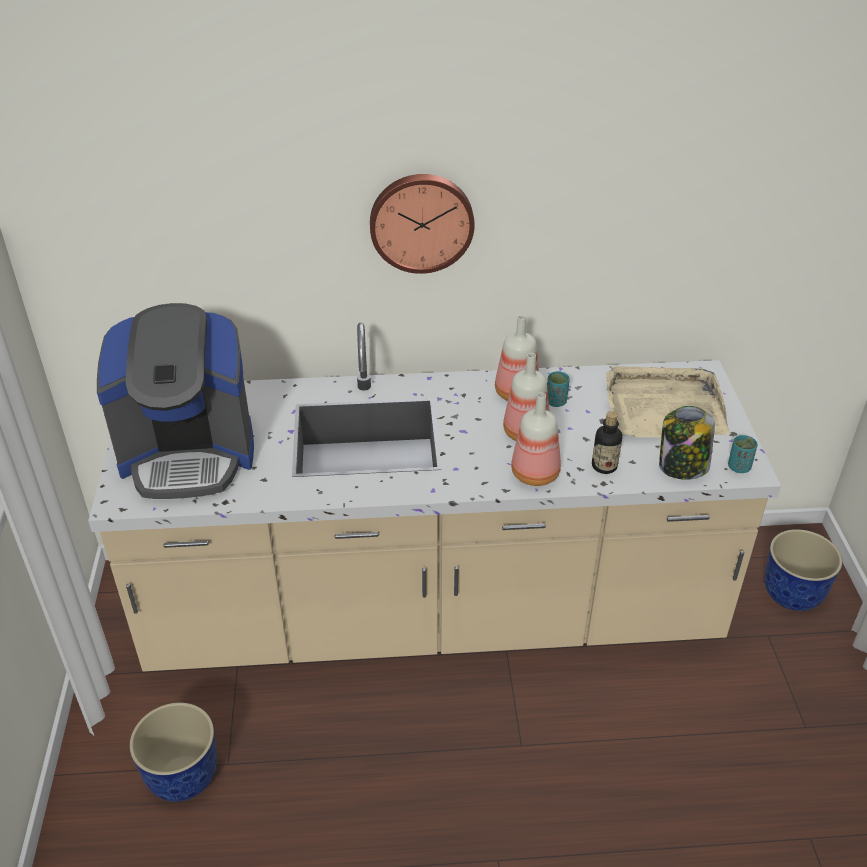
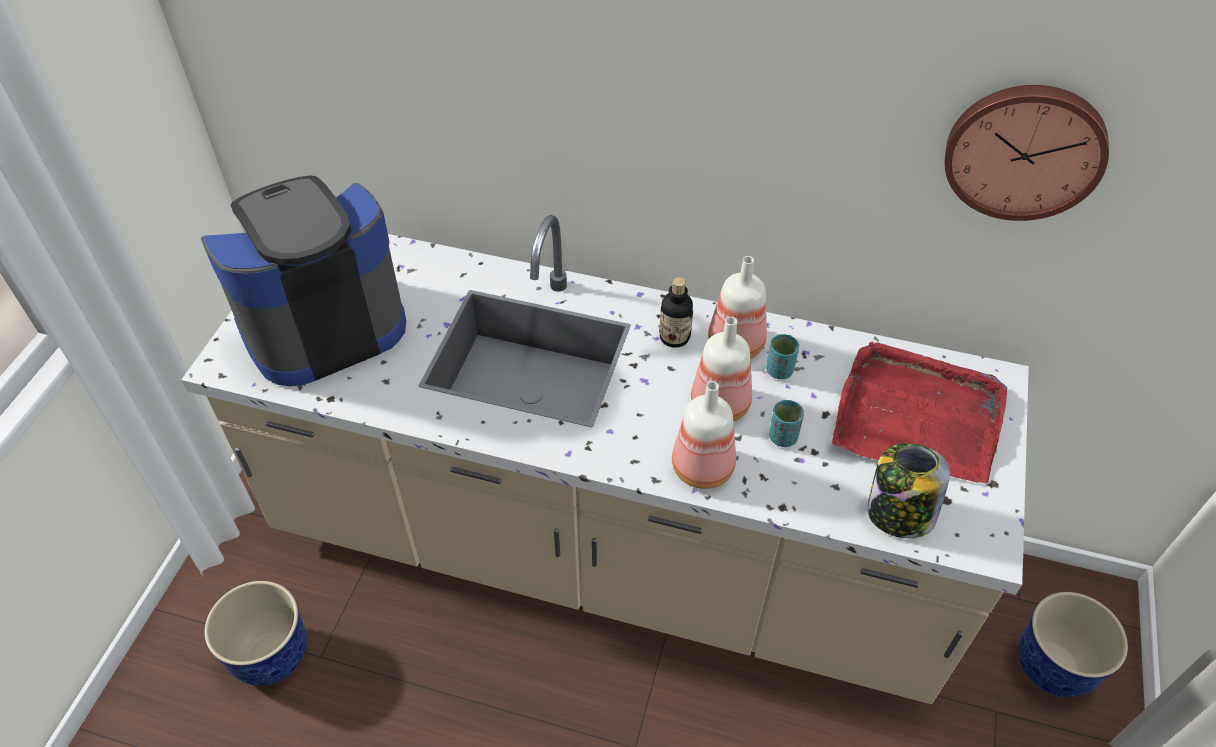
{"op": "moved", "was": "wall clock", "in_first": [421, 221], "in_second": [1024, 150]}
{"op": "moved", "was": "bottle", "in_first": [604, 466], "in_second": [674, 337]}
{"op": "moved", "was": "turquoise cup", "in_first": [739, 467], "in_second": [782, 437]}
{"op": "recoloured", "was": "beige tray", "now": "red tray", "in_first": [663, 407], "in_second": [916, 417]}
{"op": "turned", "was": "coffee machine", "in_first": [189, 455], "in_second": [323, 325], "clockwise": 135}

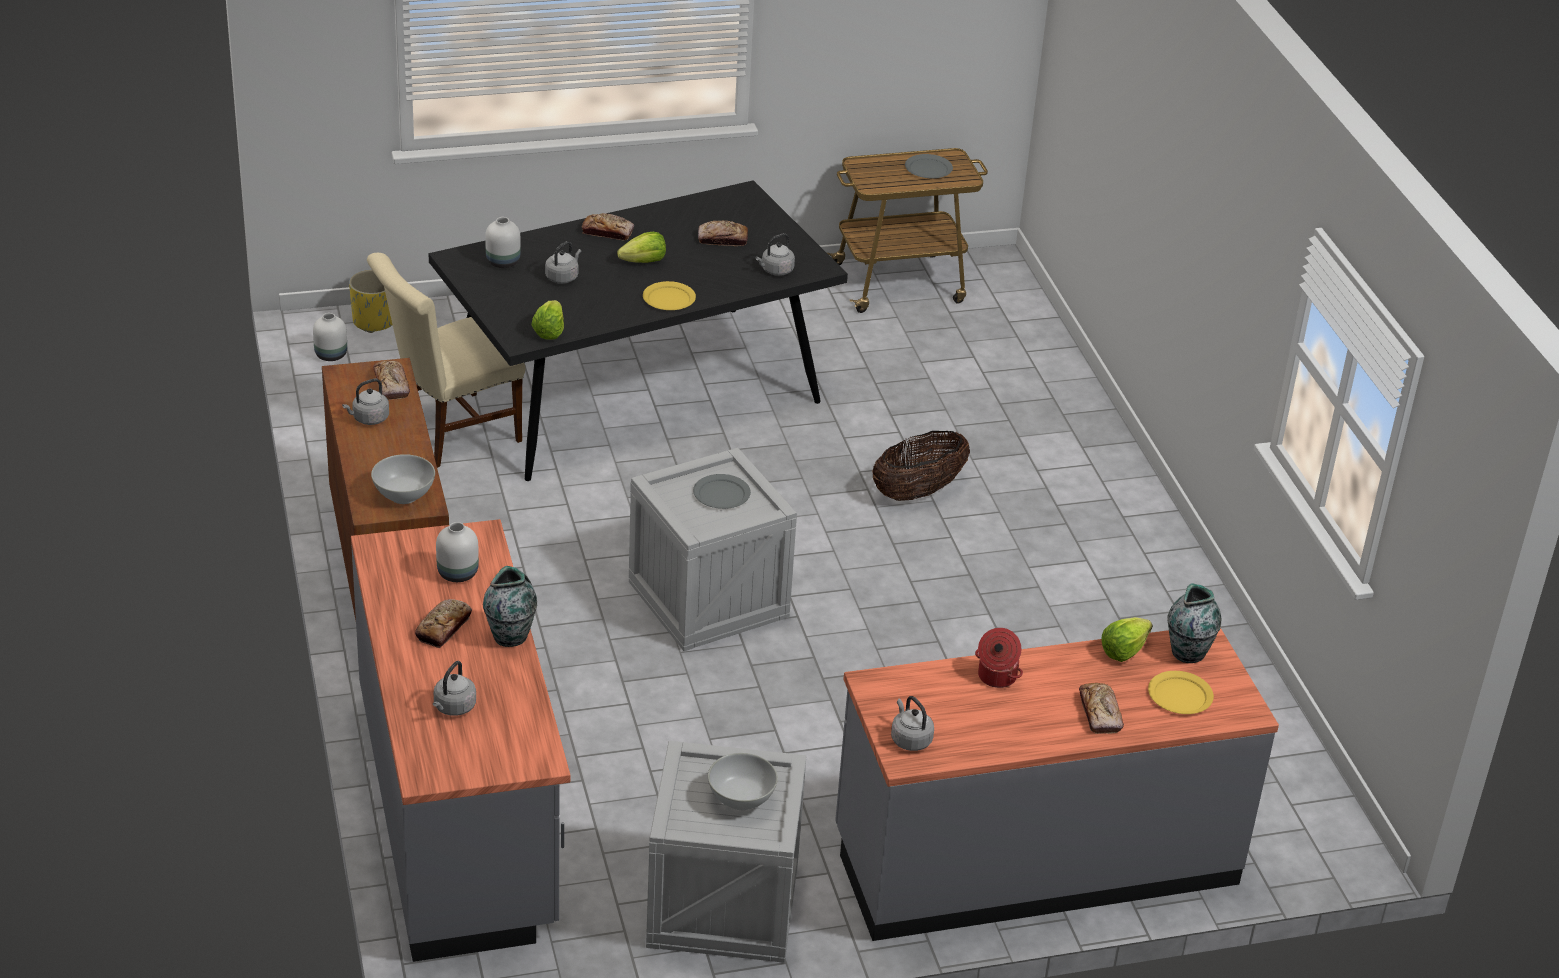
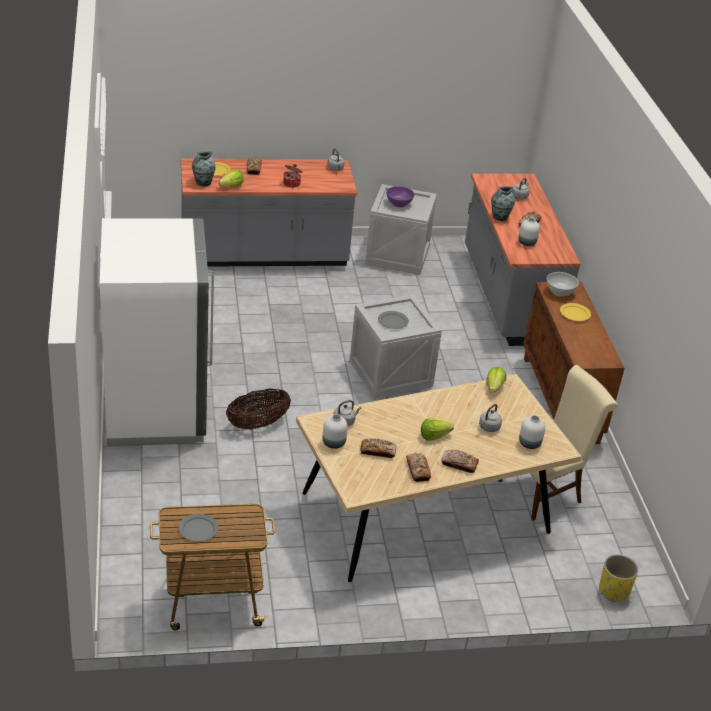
{"op": "removed", "was": "grey kettle", "in_first": [369, 419]}
{"op": "added", "now": "white fridge", "in_second": [156, 409]}
{"op": "moved", "was": "white vase", "in_first": [331, 354], "in_second": [333, 443]}
{"op": "moved", "was": "bread", "in_first": [391, 385], "in_second": [417, 470]}
{"op": "moved", "was": "yellow plate", "in_first": [669, 299], "in_second": [574, 313]}
{"op": "recoloured", "was": "black dining table", "now": "beige dining table", "in_first": [634, 392], "in_second": [426, 512]}
{"op": "recoloured", "was": "white bowl", "now": "purple bowl", "in_first": [740, 799], "in_second": [399, 204]}

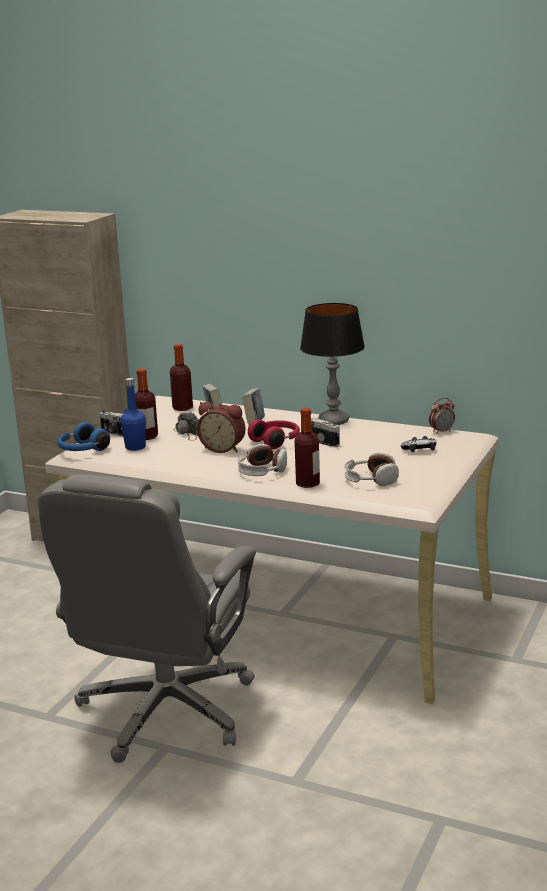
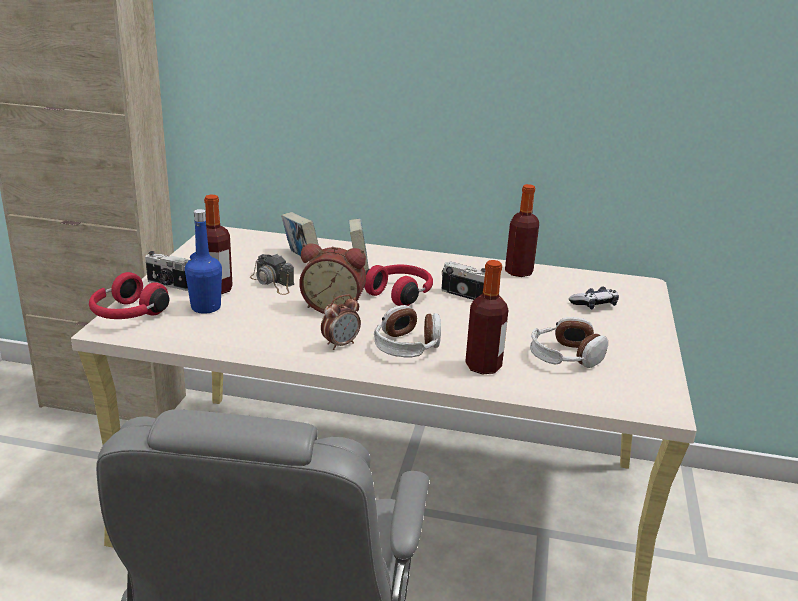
{"op": "removed", "was": "table lamp", "in_first": [334, 421]}
{"op": "moved", "was": "bottle", "in_first": [182, 408], "in_second": [518, 272]}
{"op": "moved", "was": "alarm clock", "in_first": [441, 431], "in_second": [340, 344]}
{"op": "recoloured", "was": "blue headphones", "now": "red headphones", "in_first": [82, 450], "in_second": [127, 314]}

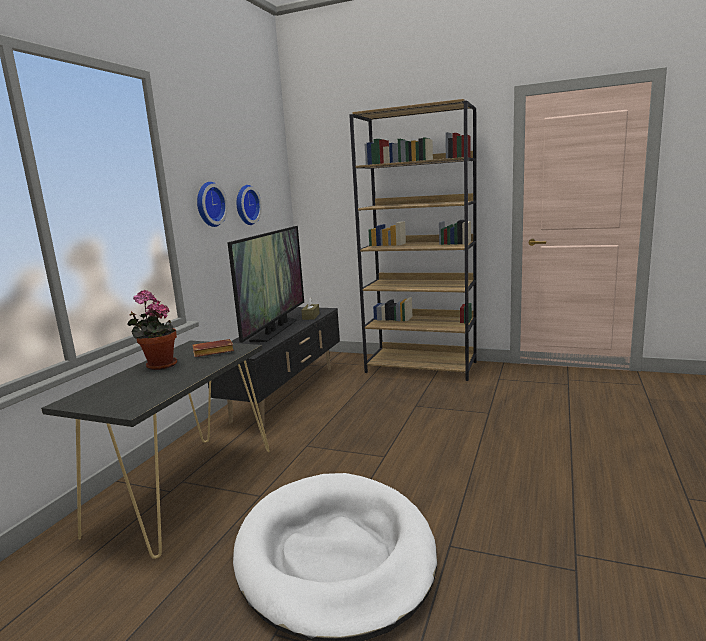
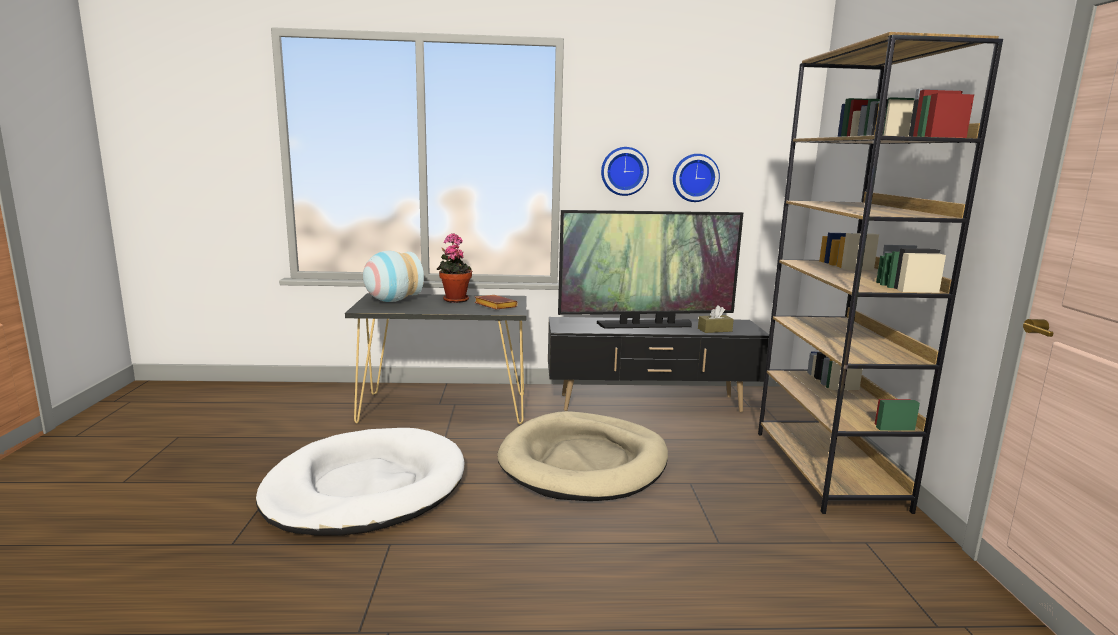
{"op": "added", "now": "vase", "in_second": [391, 301]}
{"op": "added", "now": "beige dog bed", "in_second": [584, 462]}

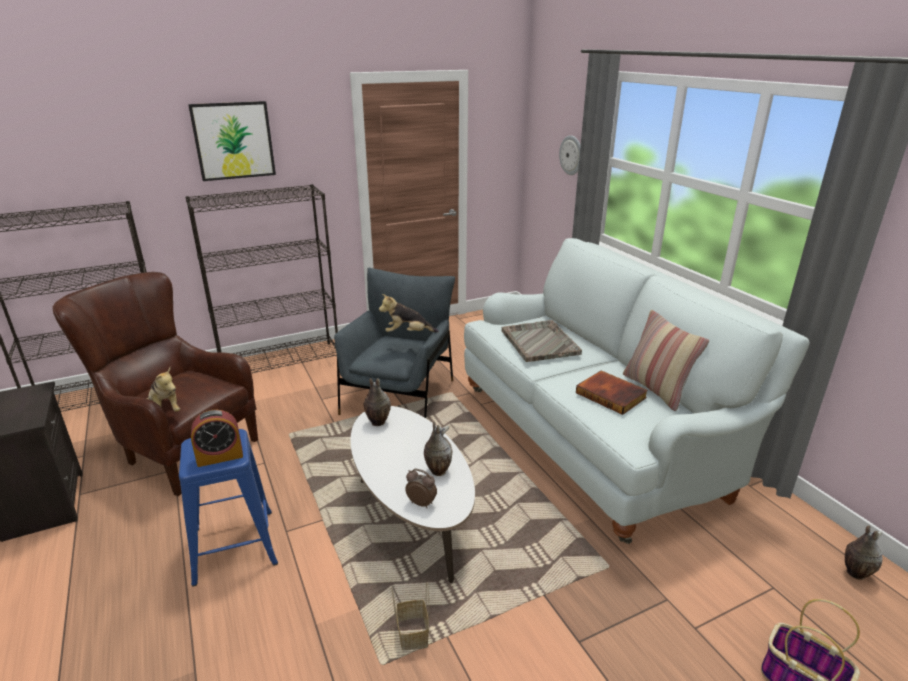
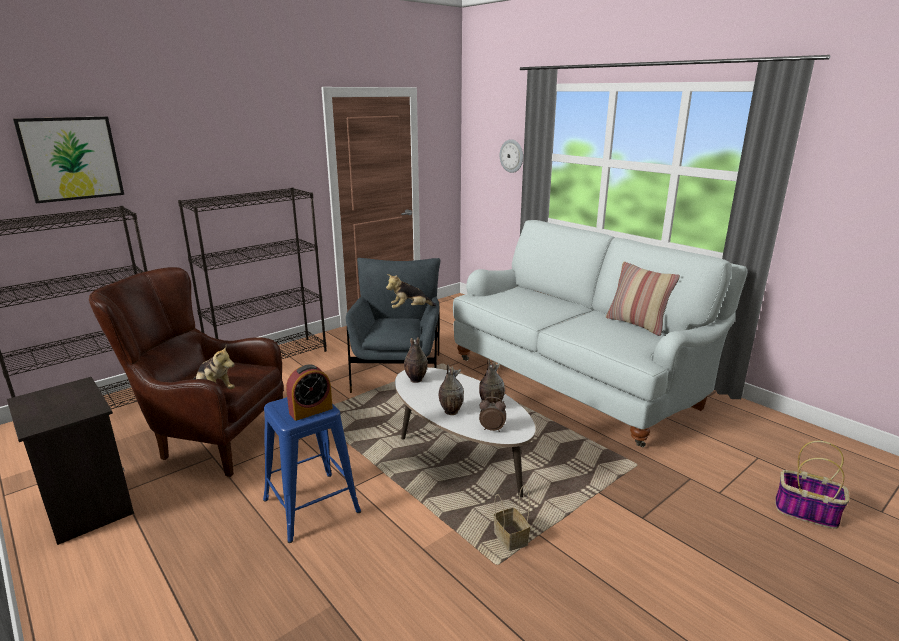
{"op": "removed", "was": "grey tray", "in_first": [539, 342]}
{"op": "removed", "was": "book", "in_first": [612, 395]}
{"op": "moved", "was": "picture", "in_first": [233, 140], "in_second": [71, 158]}
{"op": "moved", "was": "vase", "in_first": [854, 573], "in_second": [450, 411]}

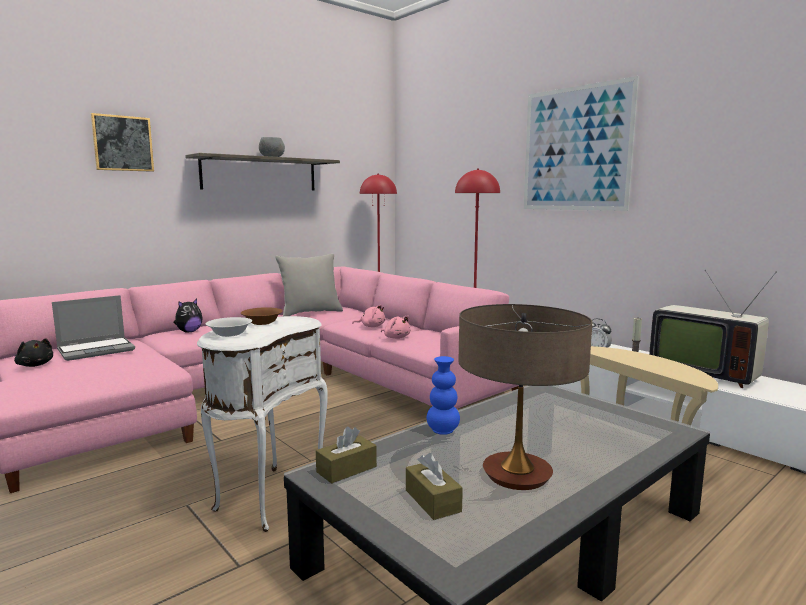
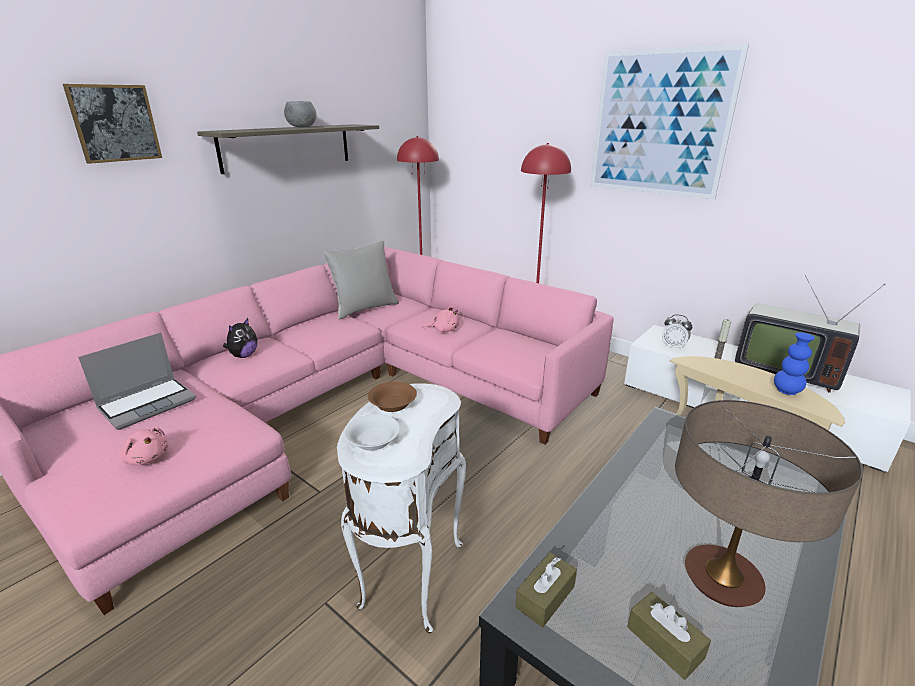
{"op": "removed", "was": "black plush toy", "in_first": [35, 365]}
{"op": "moved", "was": "pink plush toy", "in_first": [396, 337], "in_second": [147, 457]}
{"op": "moved", "was": "blue vase", "in_first": [443, 431], "in_second": [786, 391]}

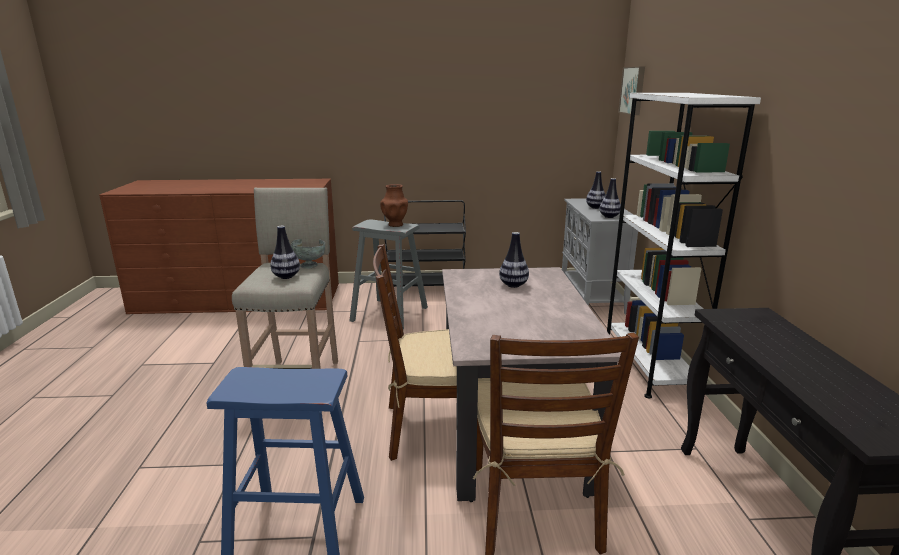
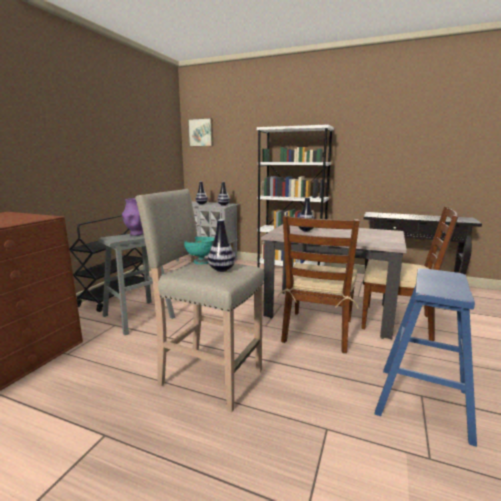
{"op": "recoloured", "was": "grey bowl", "now": "turquoise bowl", "in_first": [309, 265], "in_second": [201, 261]}
{"op": "recoloured", "was": "brown vase", "now": "purple vase", "in_first": [395, 225], "in_second": [136, 234]}

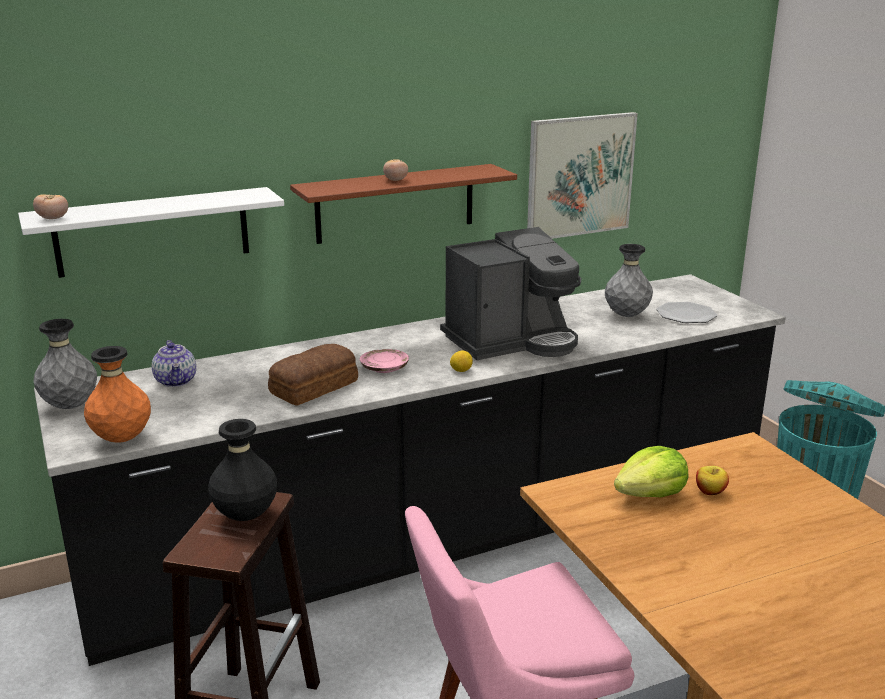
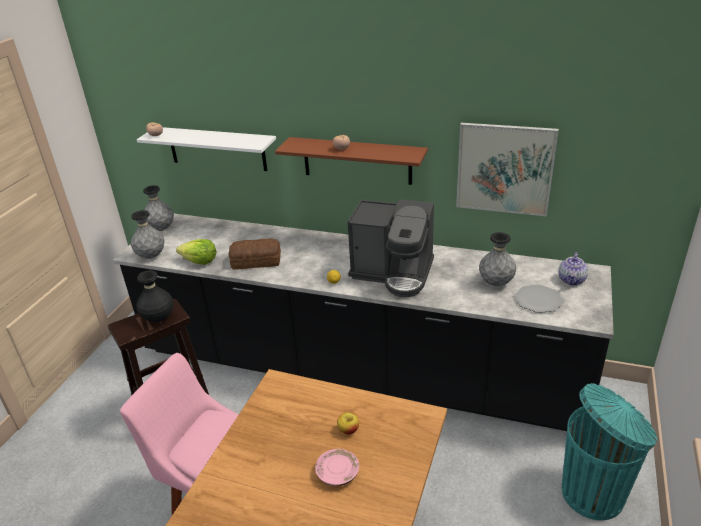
{"op": "moved", "was": "teapot", "in_first": [176, 381], "in_second": [572, 280]}
{"op": "moved", "was": "pink plate", "in_first": [384, 368], "in_second": [337, 472]}
{"op": "moved", "was": "lettuce", "in_first": [650, 494], "in_second": [199, 261]}
{"op": "recoloured", "was": "orange vase", "now": "grey vase", "in_first": [122, 439], "in_second": [151, 256]}

